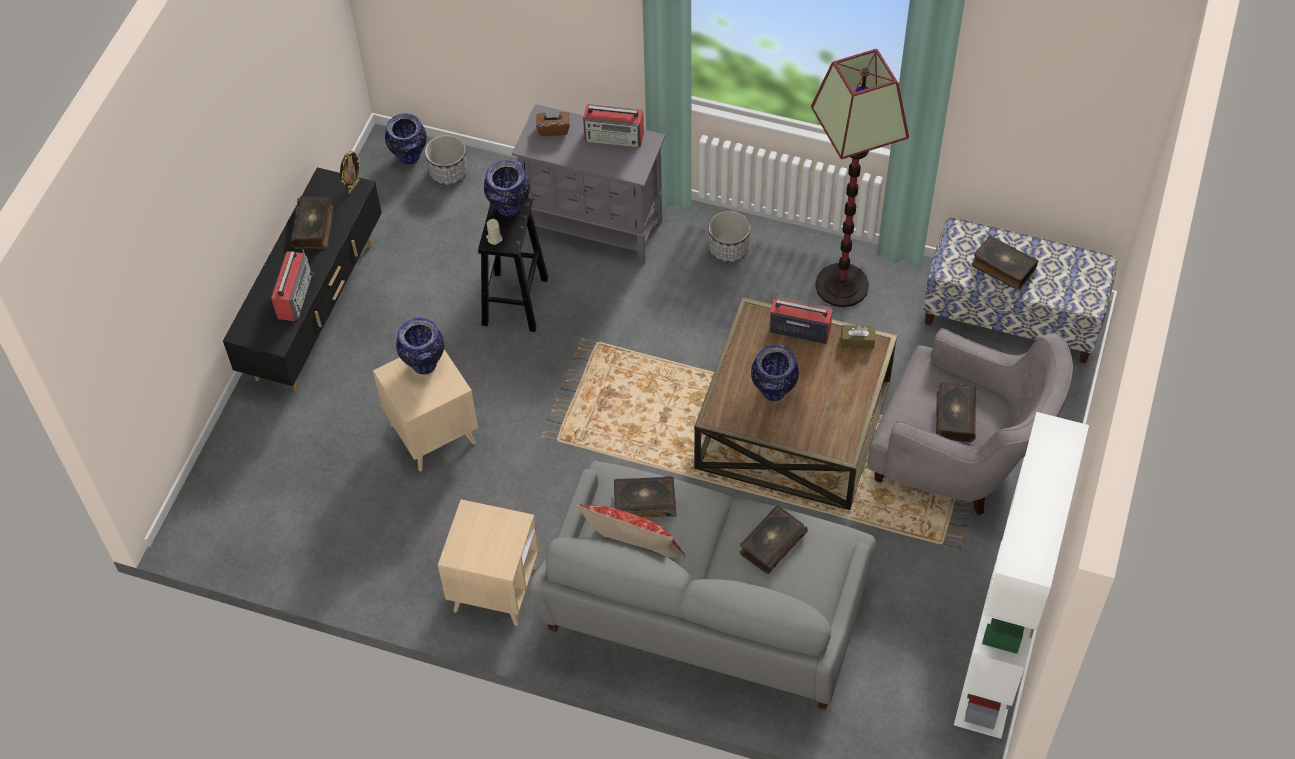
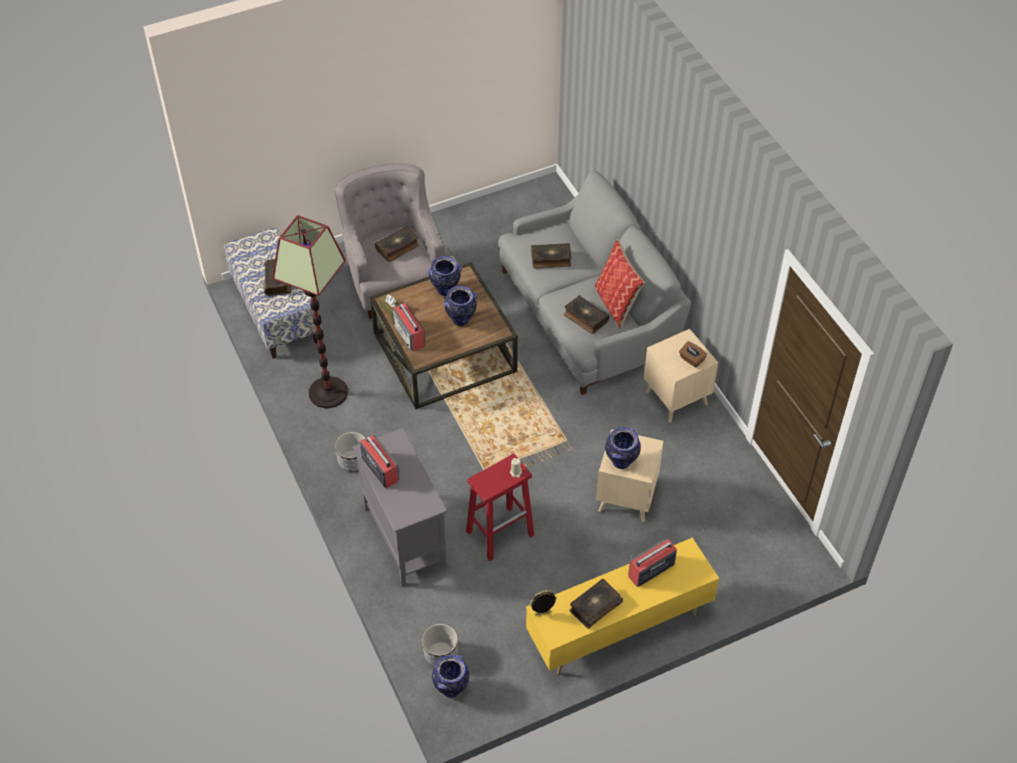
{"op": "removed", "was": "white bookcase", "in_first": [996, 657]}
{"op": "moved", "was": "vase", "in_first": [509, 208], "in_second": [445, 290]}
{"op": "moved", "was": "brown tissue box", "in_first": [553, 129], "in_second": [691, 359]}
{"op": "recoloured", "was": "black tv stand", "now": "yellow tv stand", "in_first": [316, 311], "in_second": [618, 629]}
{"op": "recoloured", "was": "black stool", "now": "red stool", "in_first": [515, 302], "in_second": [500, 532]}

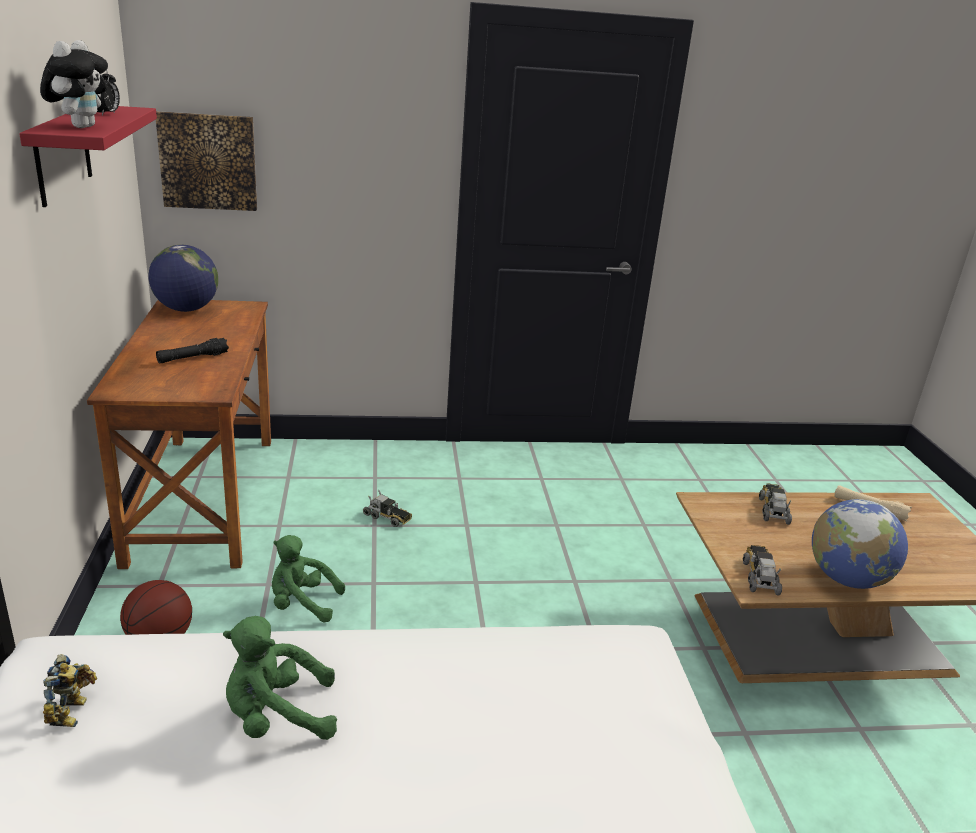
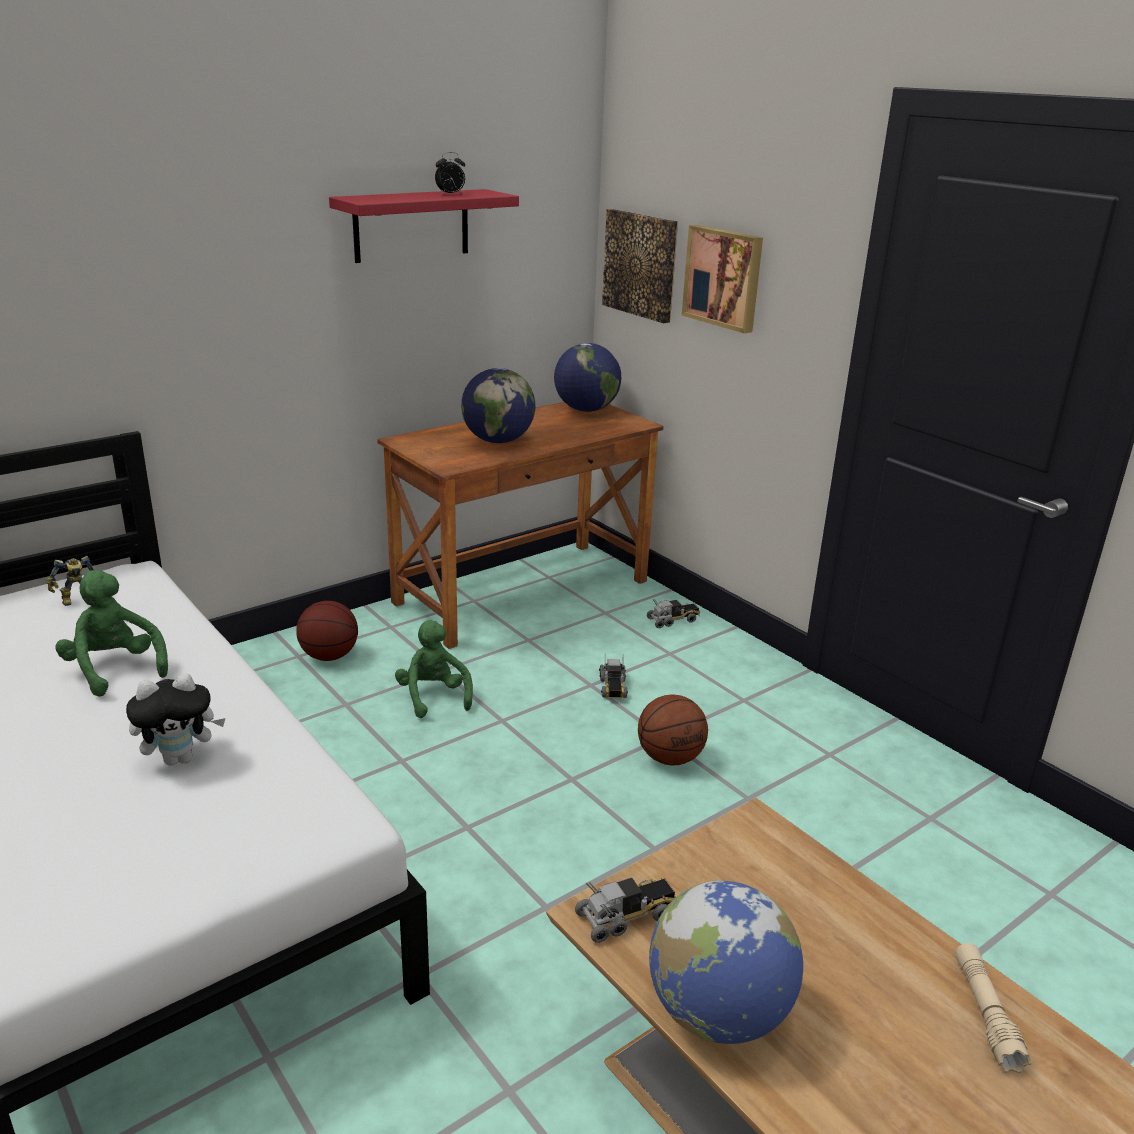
{"op": "added", "now": "basketball", "in_second": [670, 757]}
{"op": "added", "now": "picture", "in_second": [724, 277]}
{"op": "moved", "was": "plush toy", "in_first": [81, 126], "in_second": [181, 758]}
{"op": "moved", "was": "toy truck", "in_first": [773, 510], "in_second": [673, 620]}
{"op": "replaced", "was": "black flashlight", "now": "globe", "in_first": [192, 358], "in_second": [498, 441]}

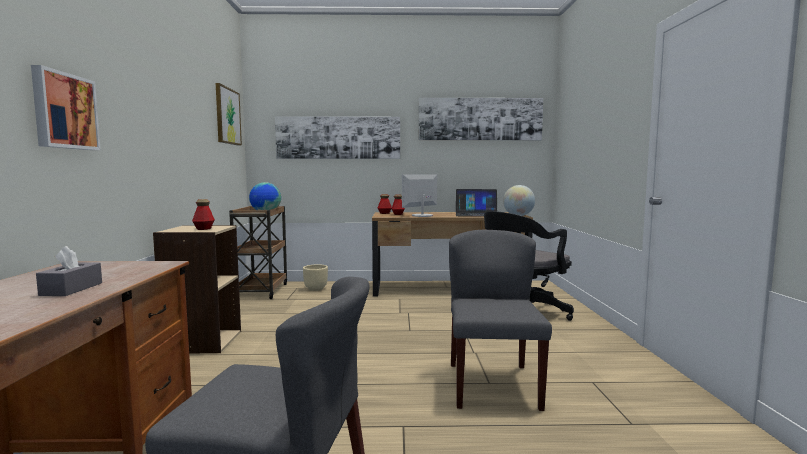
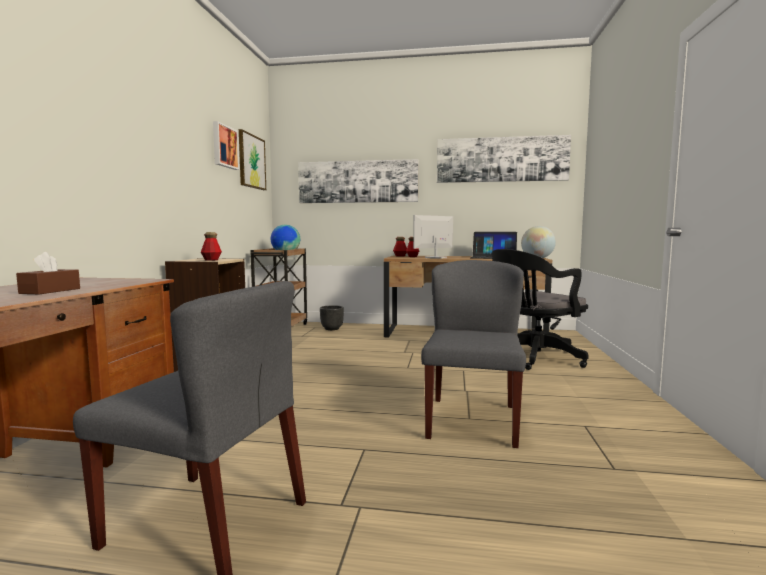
{"op": "moved", "was": "picture", "in_first": [64, 111], "in_second": [224, 146]}
{"op": "recoloured", "was": "grey tissue box", "now": "brown tissue box", "in_first": [71, 289], "in_second": [50, 291]}
{"op": "recoloured", "was": "beige planter", "now": "black planter", "in_first": [316, 289], "in_second": [332, 328]}

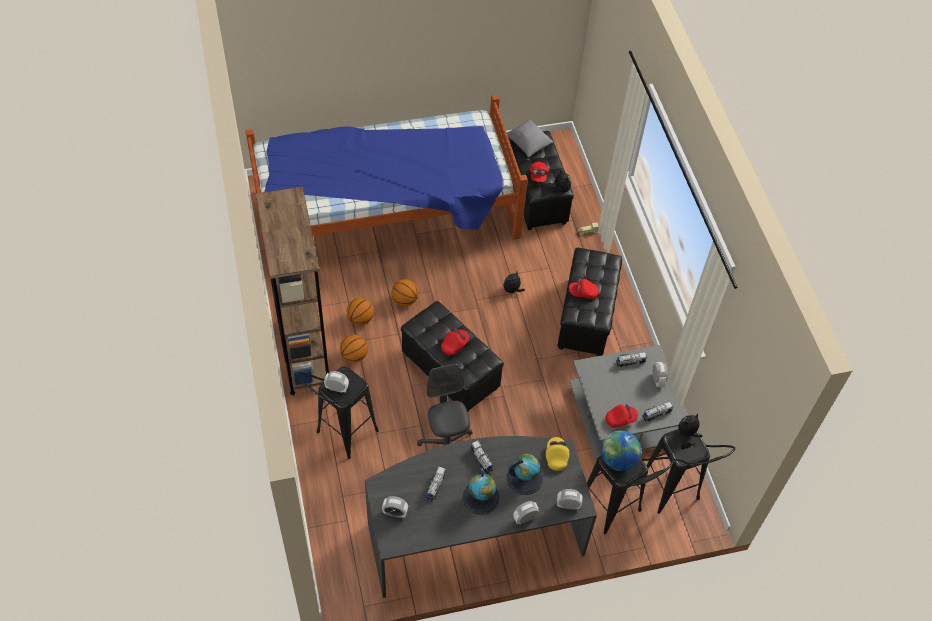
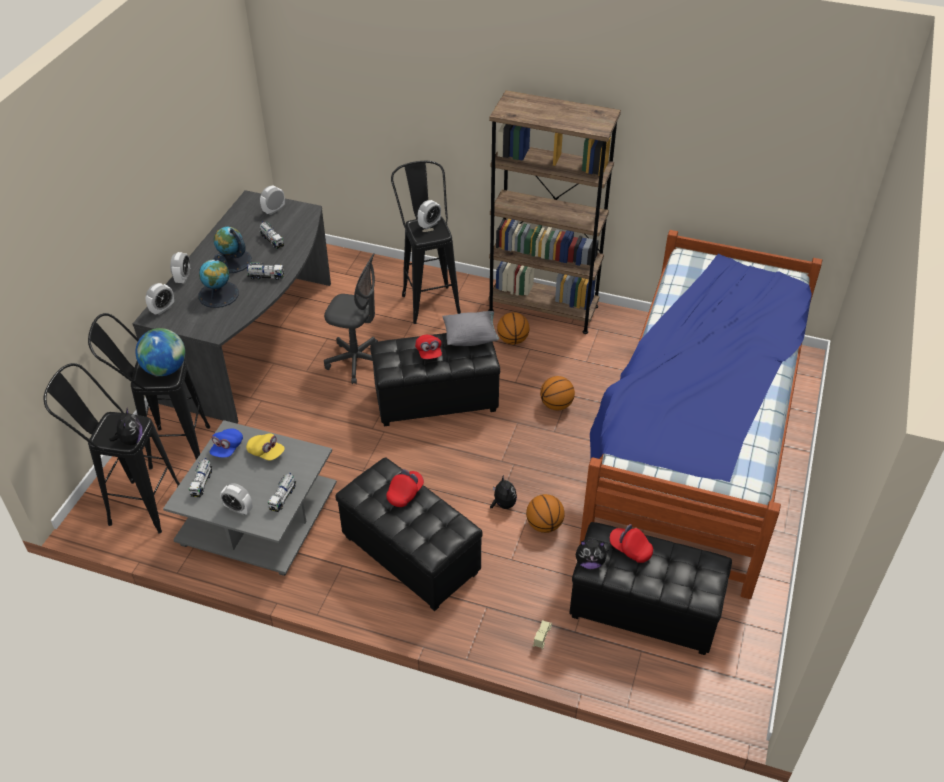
{"op": "moved", "was": "basketball", "in_first": [360, 319], "in_second": [544, 525]}
{"op": "moved", "was": "grey pillow", "in_first": [527, 144], "in_second": [471, 338]}
{"op": "moved", "was": "yellow cap", "in_first": [556, 456], "in_second": [266, 452]}
{"op": "recoloured", "was": "red cap", "now": "blue cap", "in_first": [620, 419], "in_second": [227, 448]}

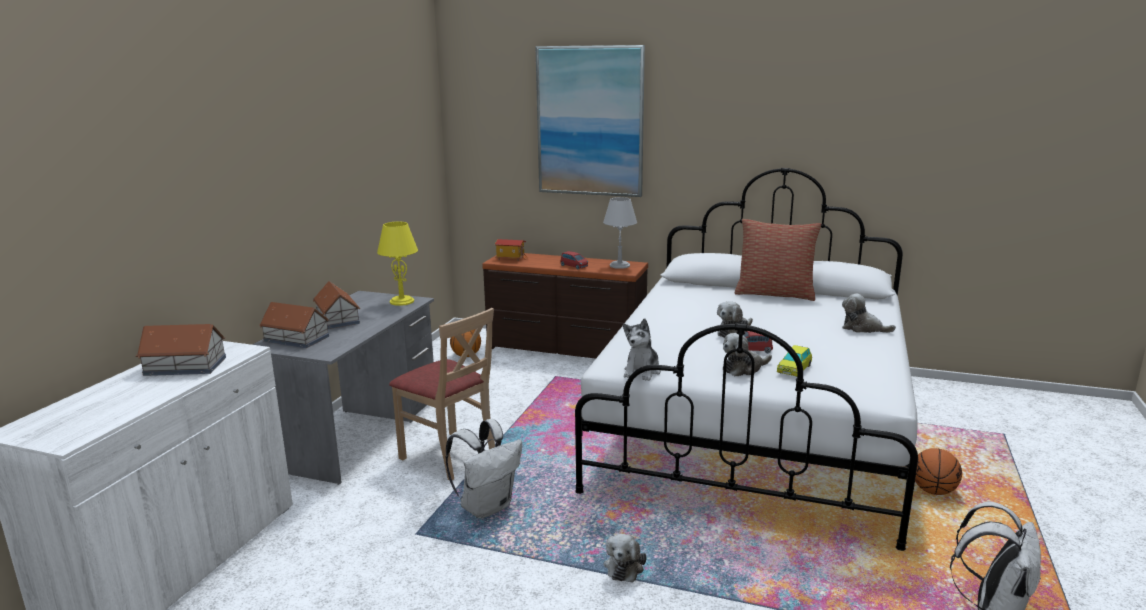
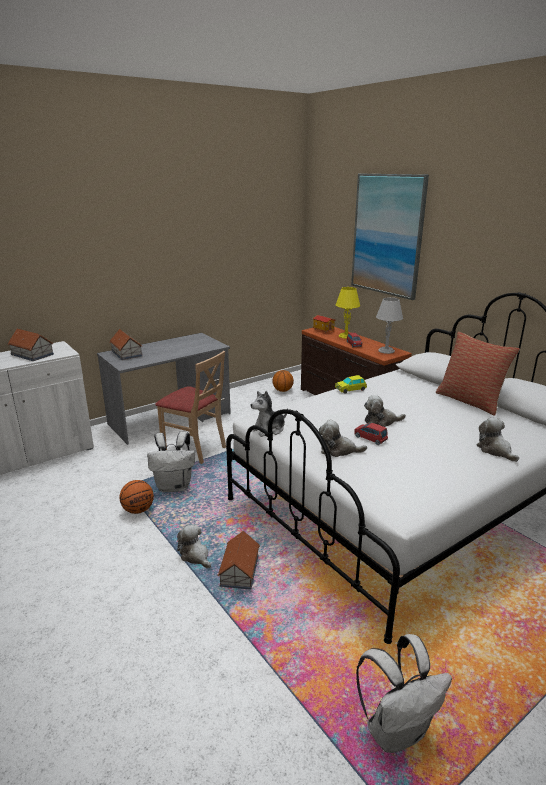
{"op": "moved", "was": "toy house", "in_first": [337, 319], "in_second": [239, 571]}
{"op": "moved", "was": "yellow table lamp", "in_first": [402, 301], "in_second": [346, 336]}
{"op": "moved", "was": "toy car", "in_first": [794, 369], "in_second": [350, 389]}
{"op": "moved", "was": "basketball", "in_first": [933, 491], "in_second": [138, 510]}
{"op": "turned", "was": "beige chair", "in_first": [449, 456], "in_second": [195, 449], "clockwise": -45}
{"op": "turned", "was": "plush toy", "in_first": [624, 566], "in_second": [195, 556], "clockwise": 90}

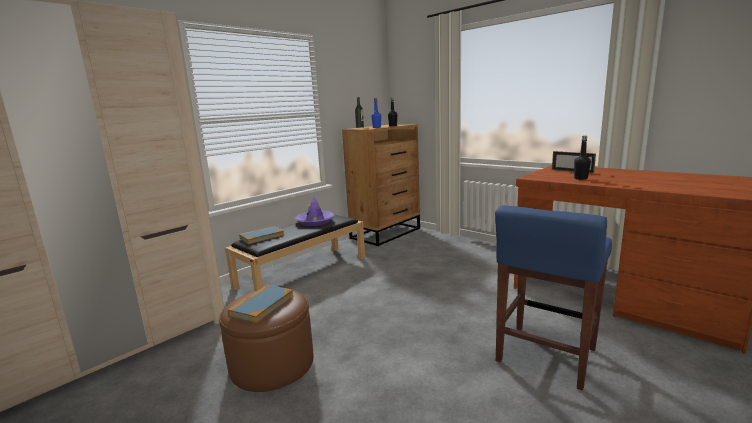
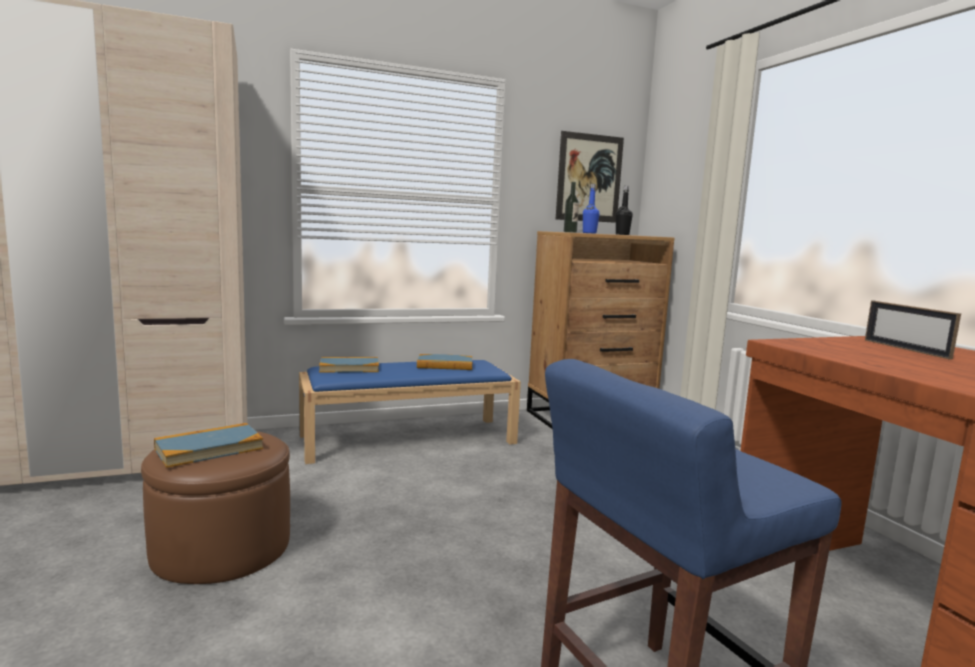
{"op": "removed", "was": "black bottle", "in_first": [580, 178]}
{"op": "added", "now": "picture", "in_second": [589, 178]}
{"op": "replaced", "was": "purple hat", "now": "book", "in_first": [315, 222], "in_second": [445, 365]}
{"op": "recoloured", "was": "black bench", "now": "blue bench", "in_first": [303, 271], "in_second": [409, 439]}

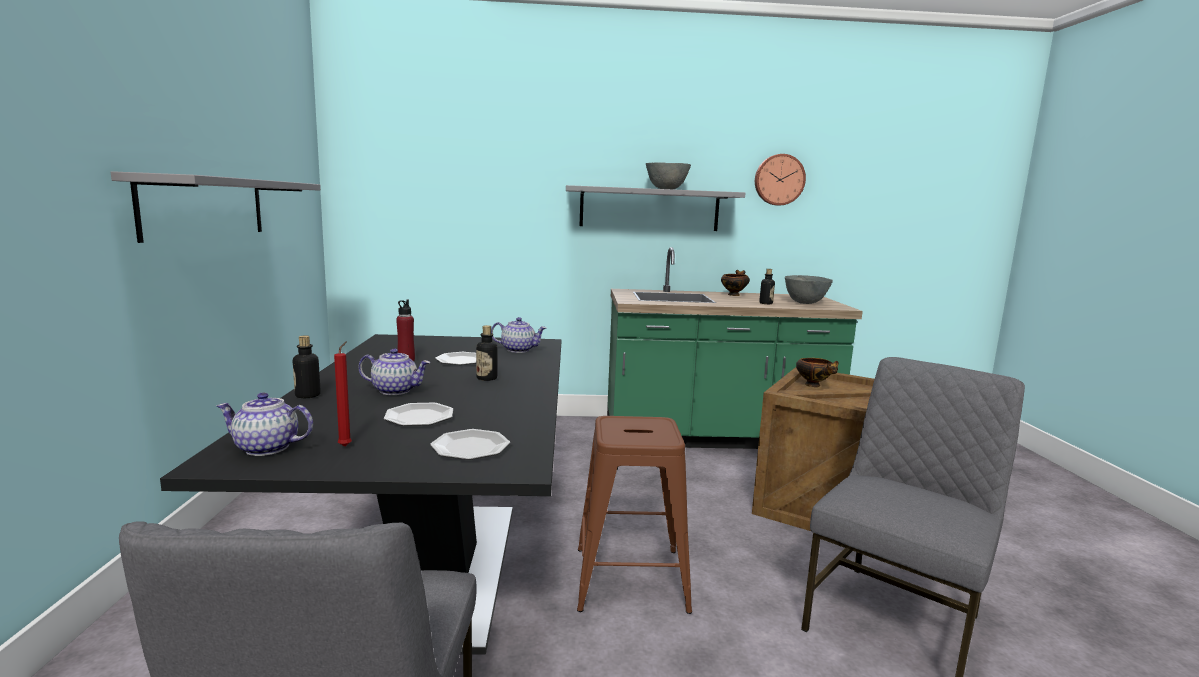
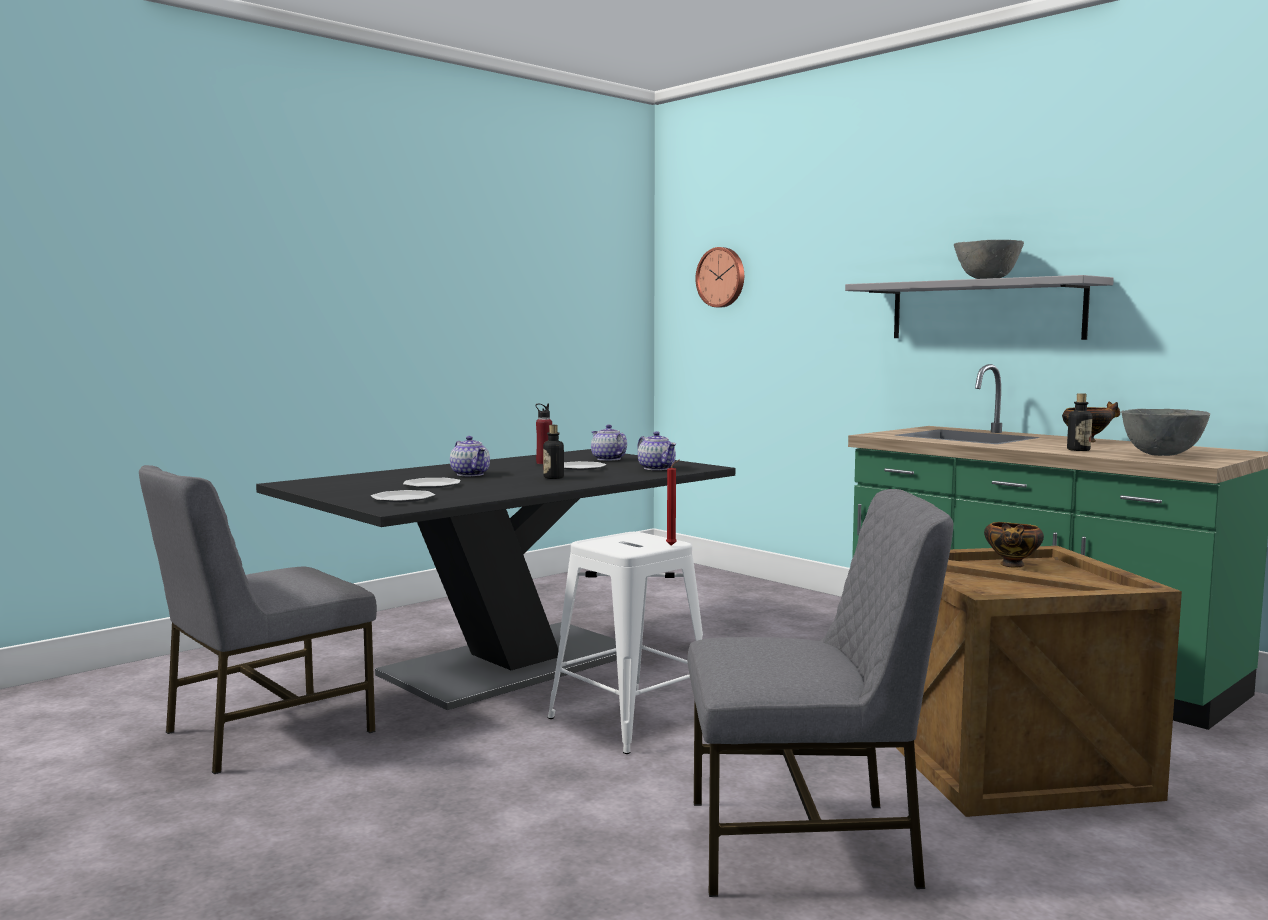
{"op": "removed", "was": "grey shelf", "in_first": [206, 207]}
{"op": "removed", "was": "bottle", "in_first": [307, 395]}
{"op": "moved", "was": "teapot", "in_first": [265, 448], "in_second": [608, 459]}
{"op": "moved", "was": "red candle", "in_first": [346, 445], "in_second": [673, 545]}
{"op": "moved", "was": "wall clock", "in_first": [779, 180], "in_second": [722, 277]}
{"op": "recoloured", "was": "brown stool", "now": "white stool", "in_first": [631, 578], "in_second": [632, 720]}

